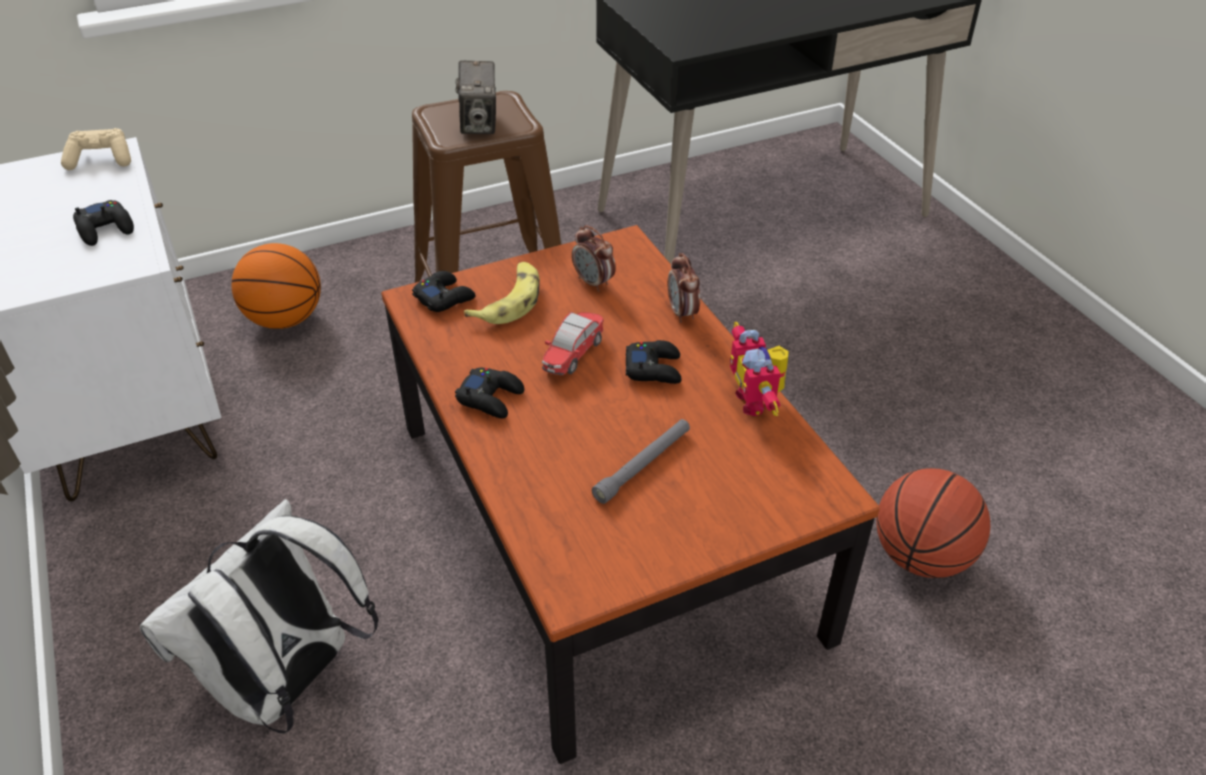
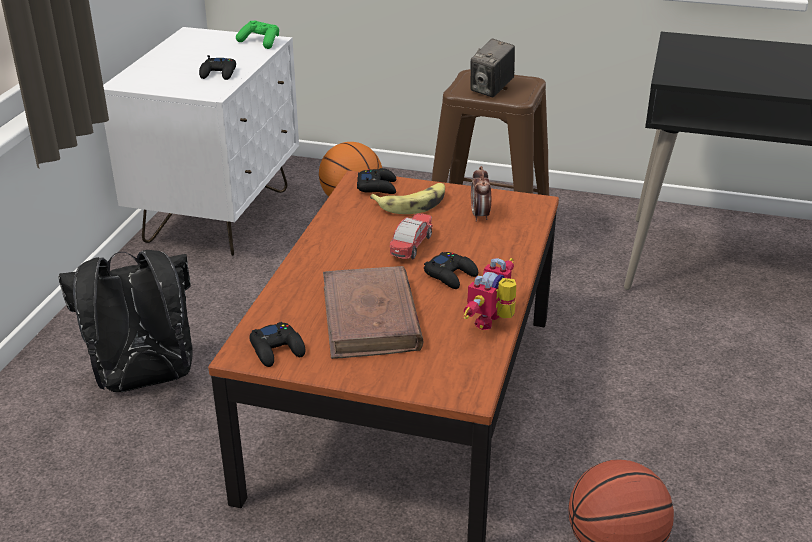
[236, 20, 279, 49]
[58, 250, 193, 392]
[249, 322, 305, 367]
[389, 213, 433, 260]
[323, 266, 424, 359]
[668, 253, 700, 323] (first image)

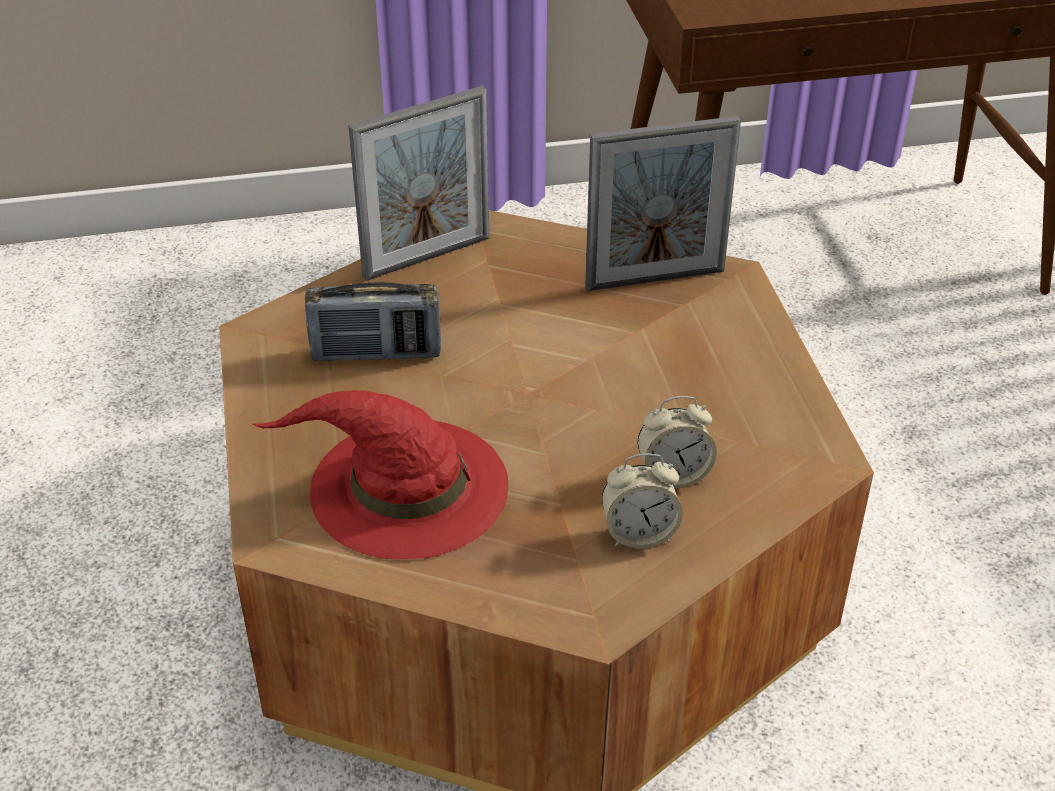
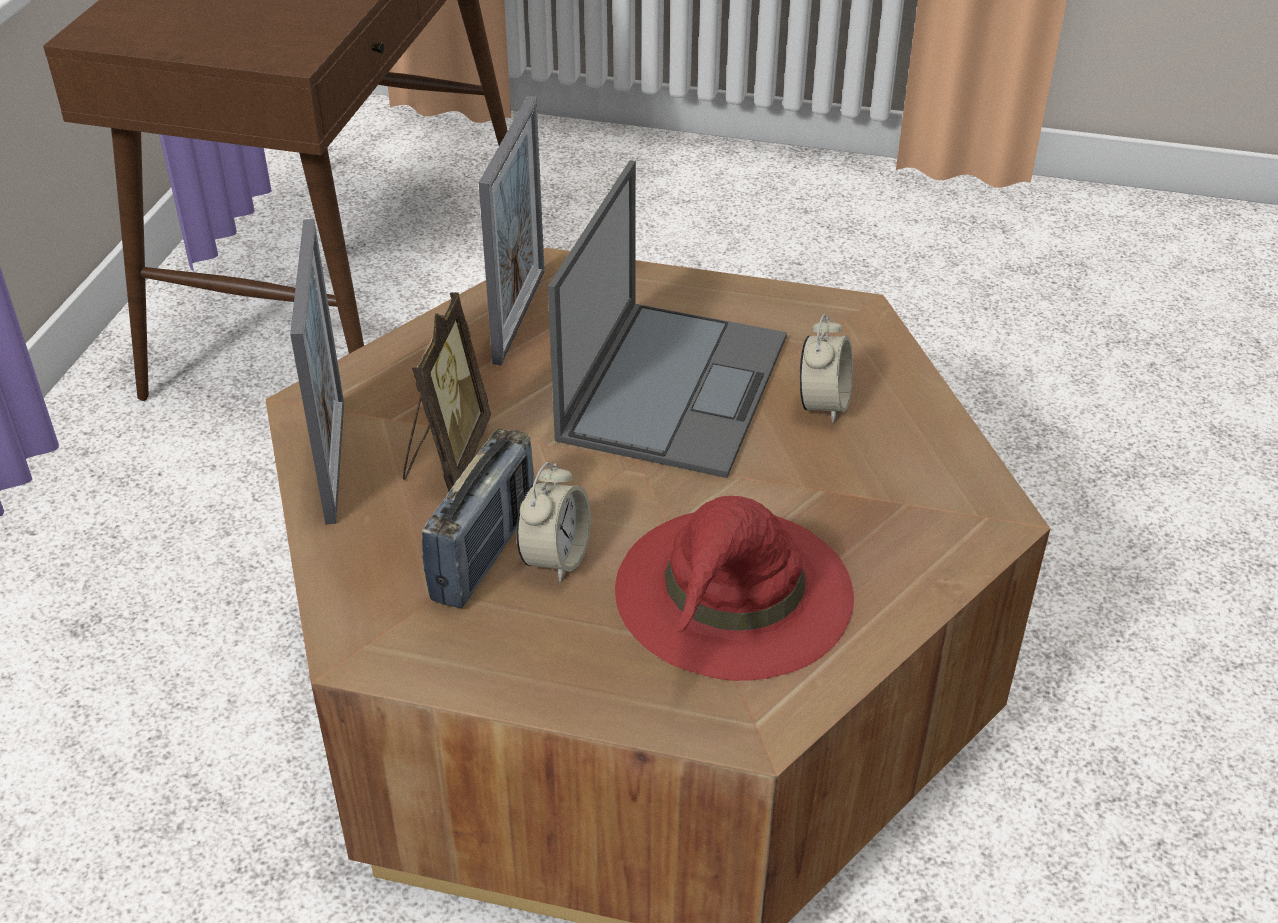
[516, 462, 591, 582]
[402, 292, 491, 491]
[548, 160, 787, 478]

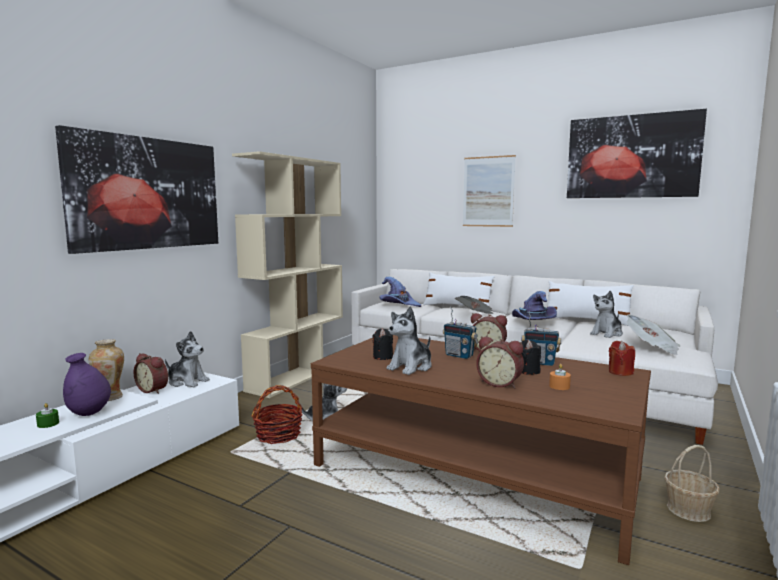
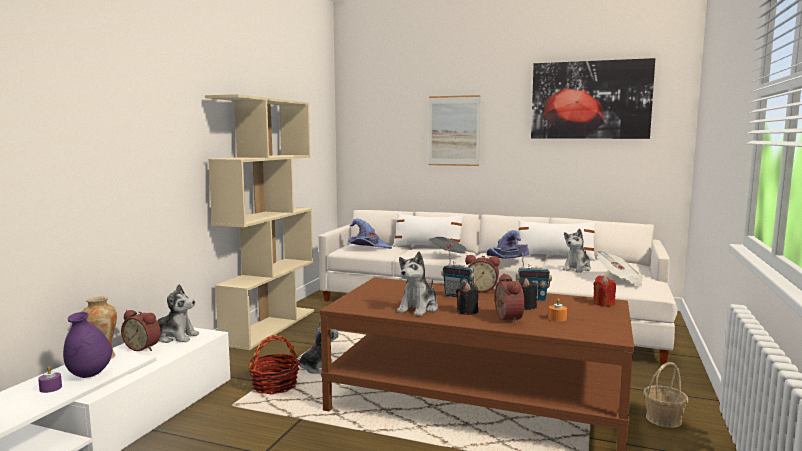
[38, 366, 62, 393]
[55, 125, 218, 254] (first image)
[456, 282, 479, 315]
[495, 274, 524, 324]

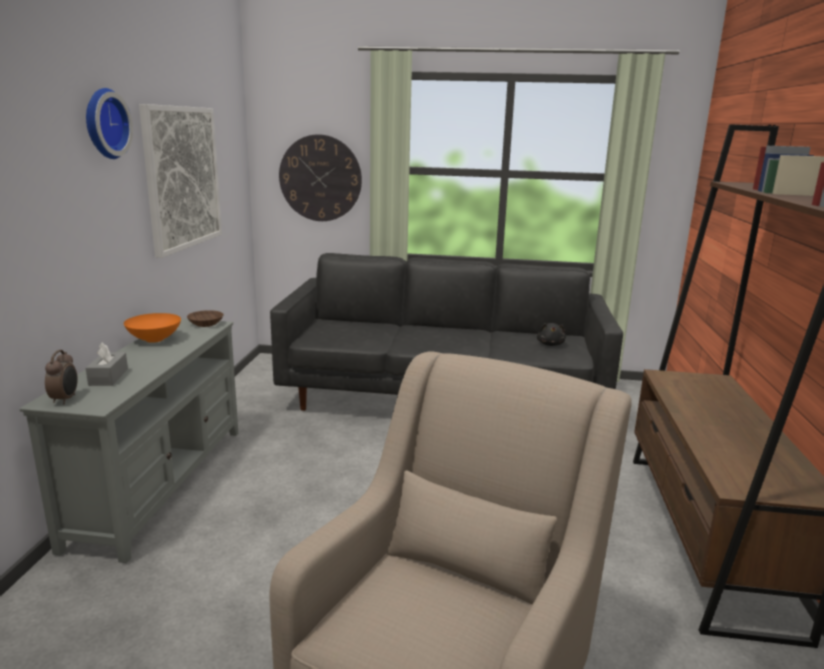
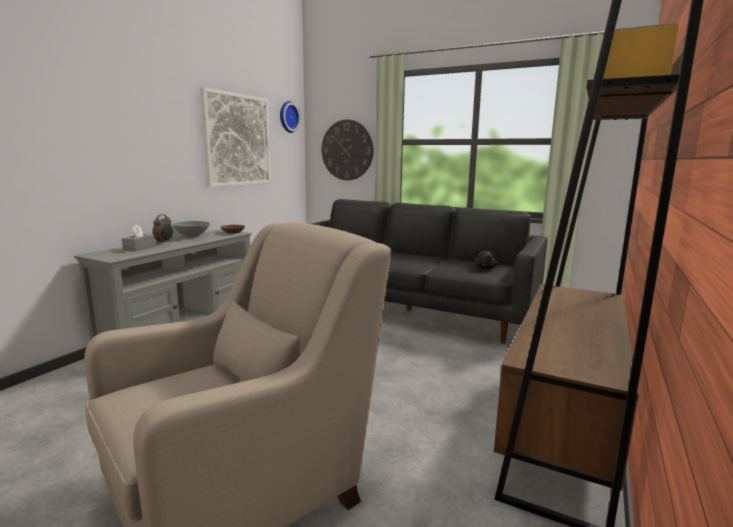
[152, 214, 173, 244]
[280, 101, 301, 133]
[172, 221, 210, 237]

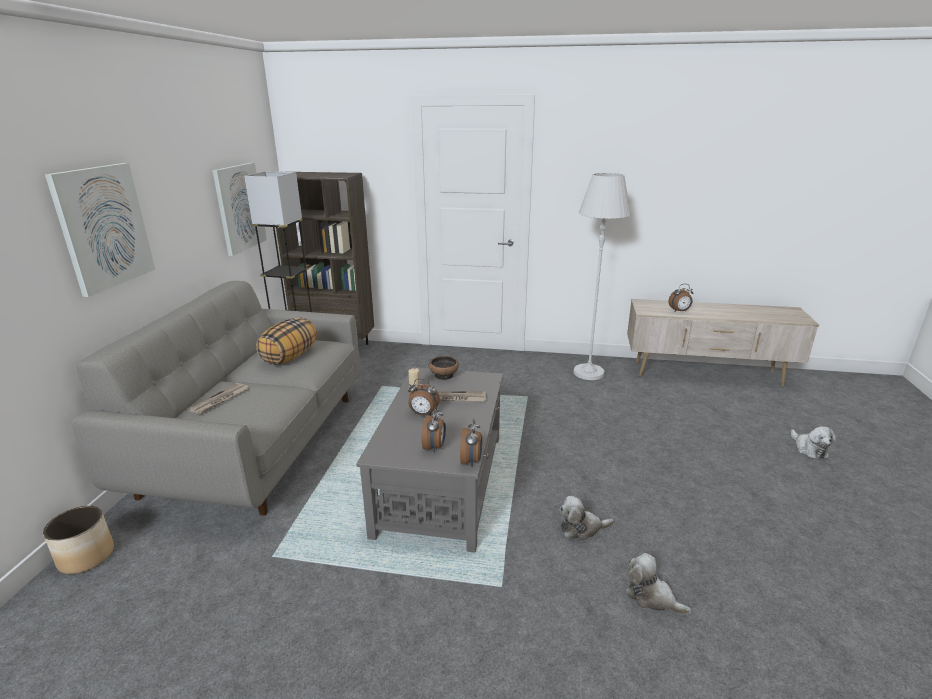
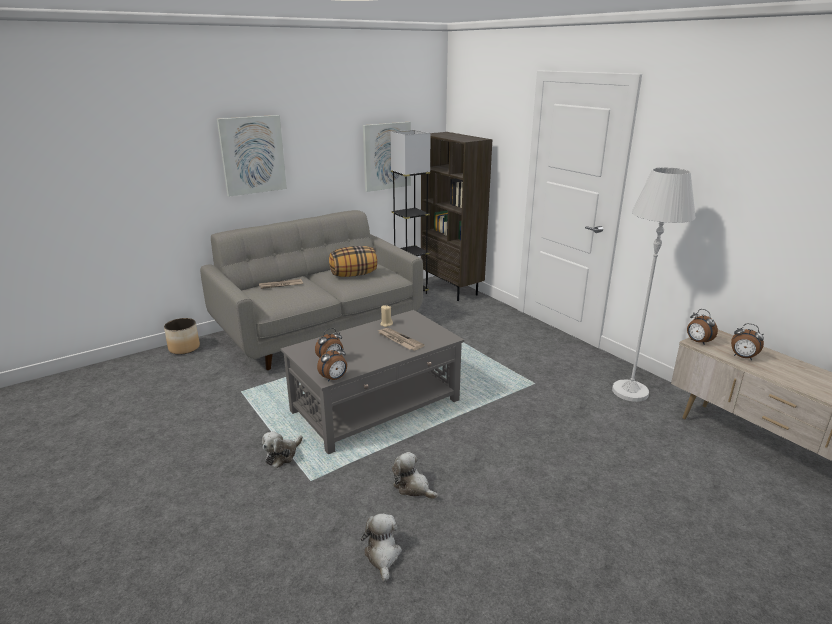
[687, 309, 718, 344]
[429, 356, 459, 380] (first image)
[262, 432, 303, 468]

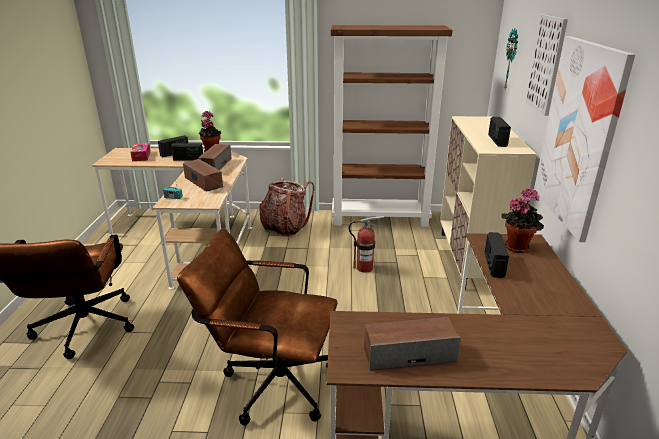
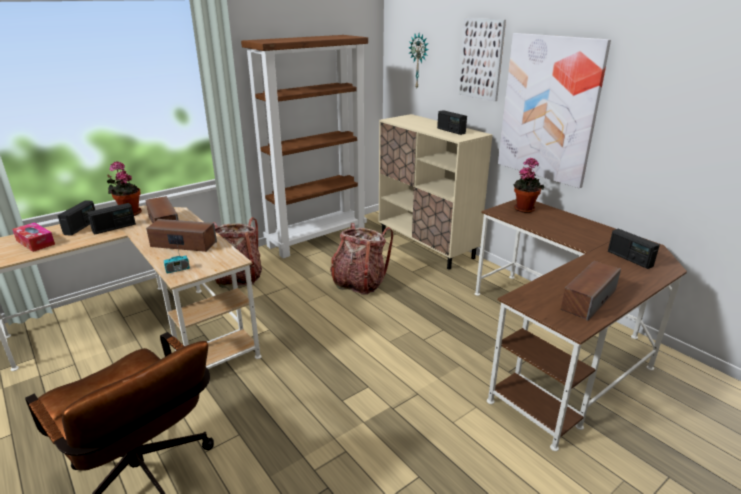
[177, 228, 337, 425] (first image)
[330, 223, 393, 295]
[608, 229, 660, 269]

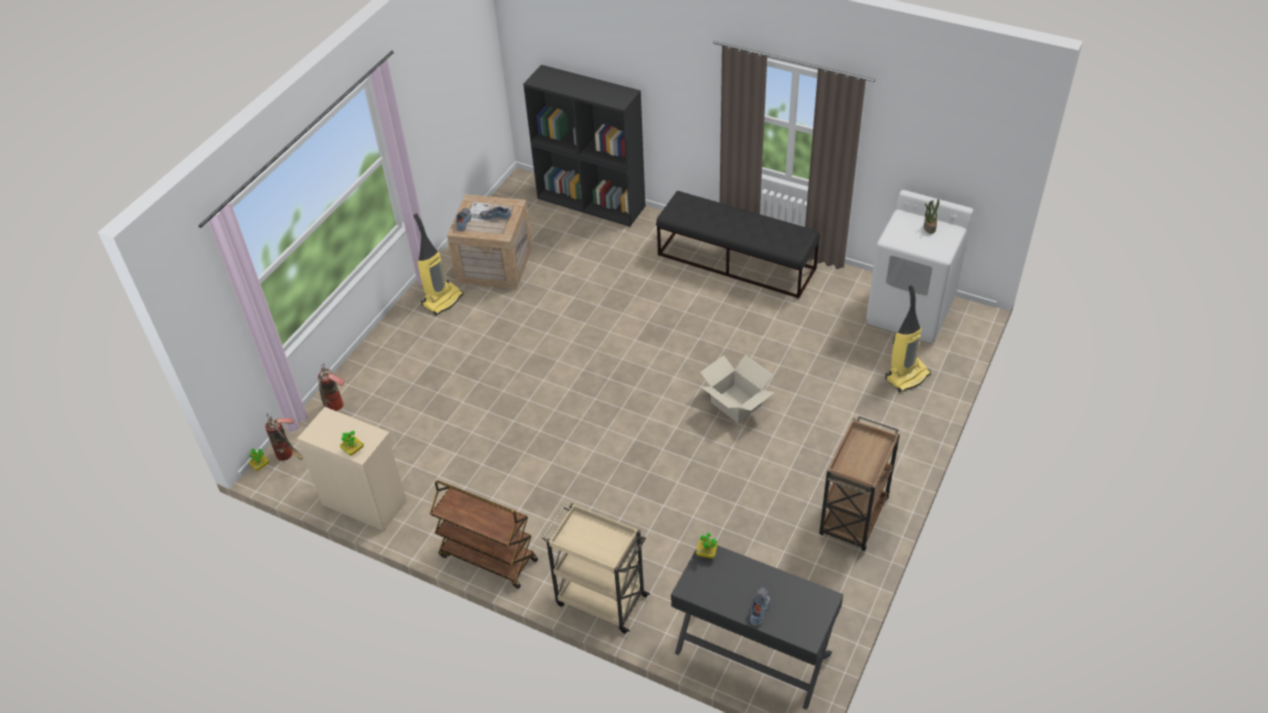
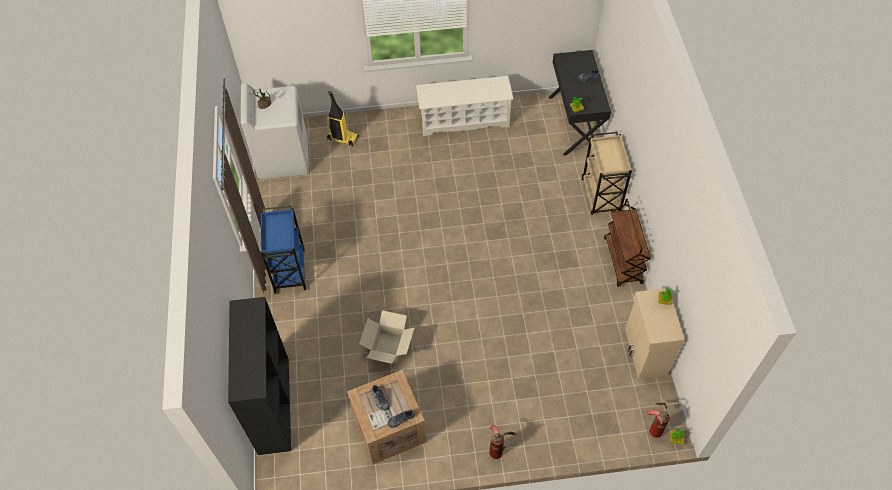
[489, 425, 517, 459]
[413, 213, 464, 315] (first image)
[260, 205, 306, 294]
[359, 310, 414, 364]
[416, 76, 514, 136]

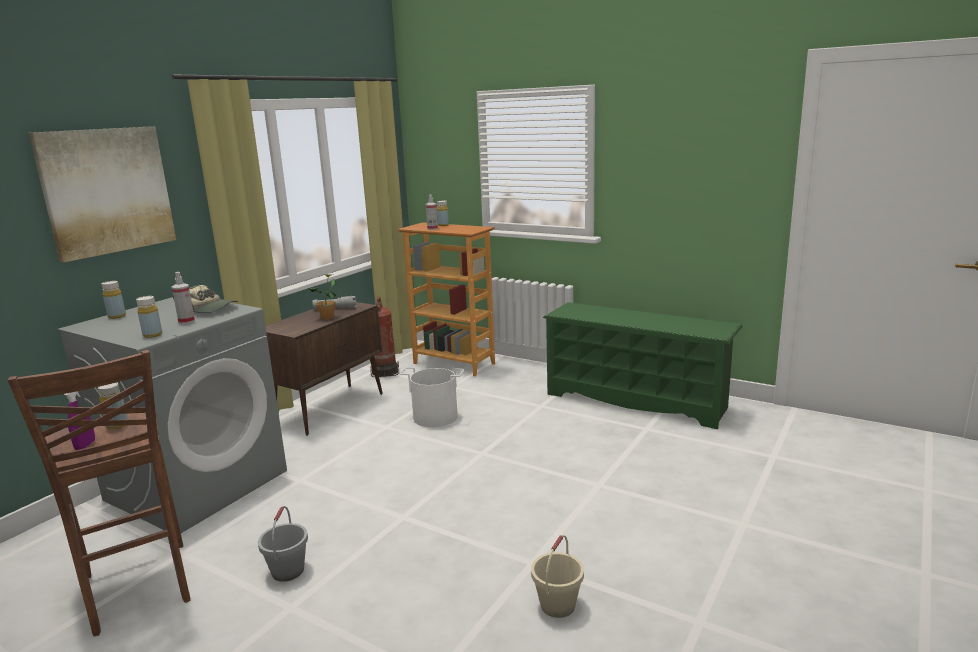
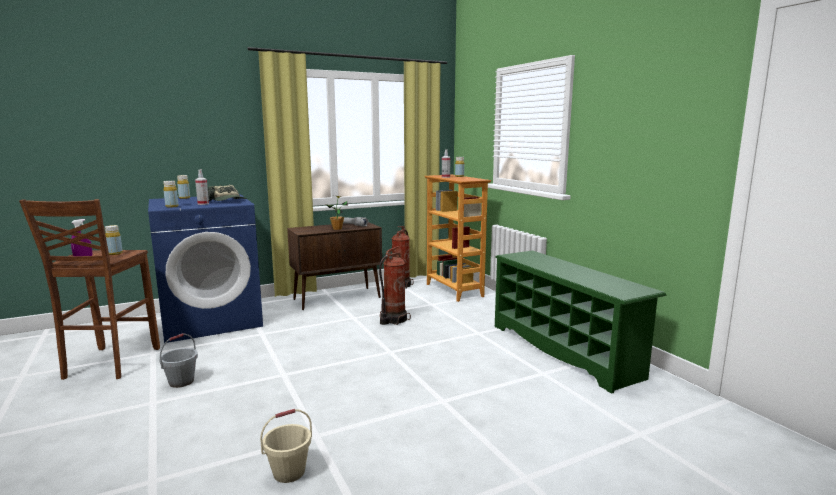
[29, 126, 176, 262] (first image)
[148, 194, 263, 343]
[379, 246, 411, 325]

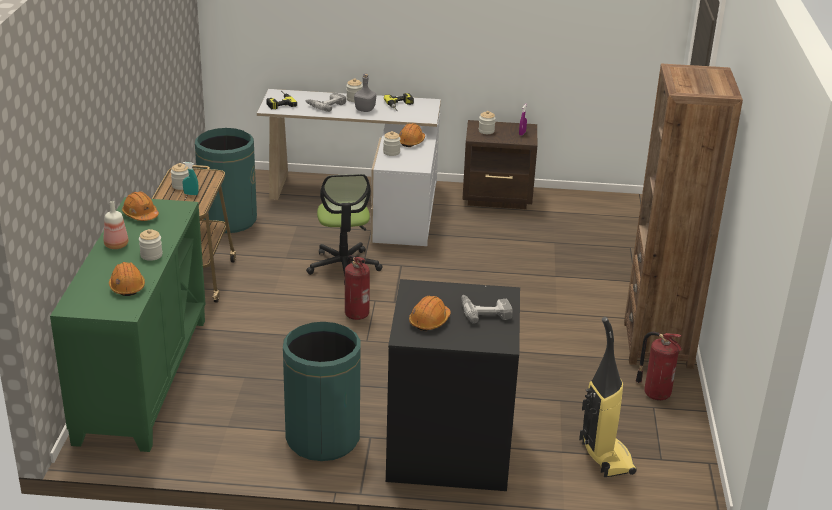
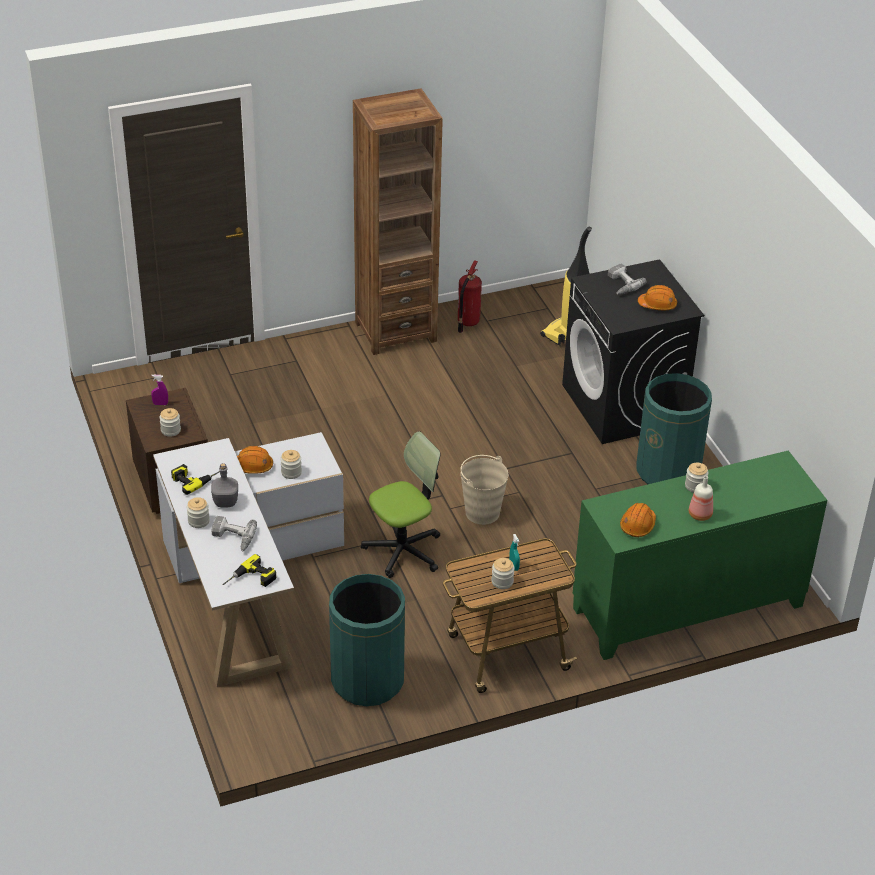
[109, 262, 145, 296] (first image)
[460, 455, 508, 525]

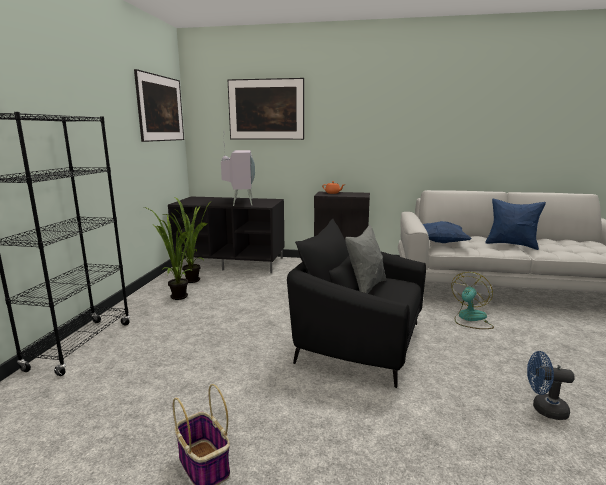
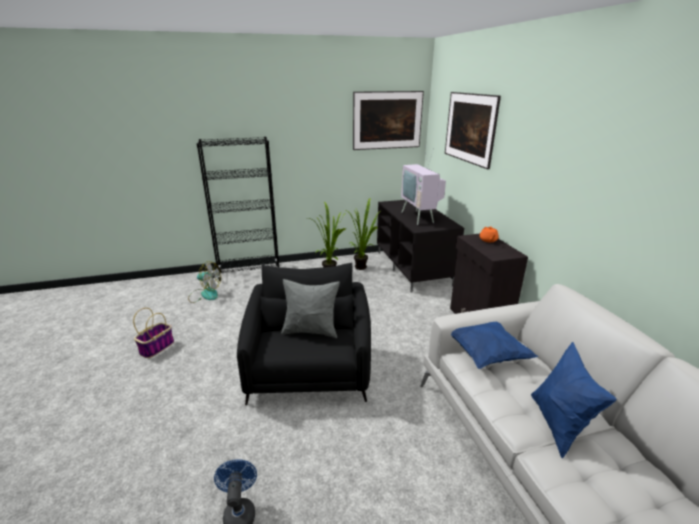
[401, 148, 446, 225]
[188, 261, 221, 303]

